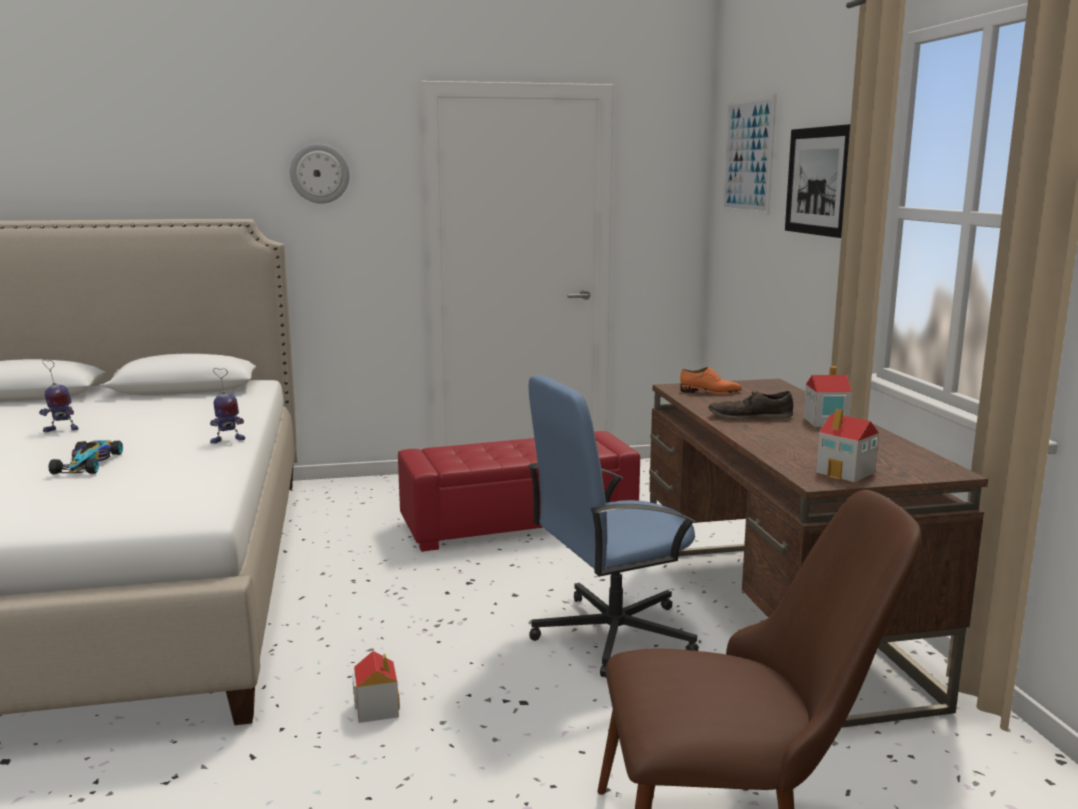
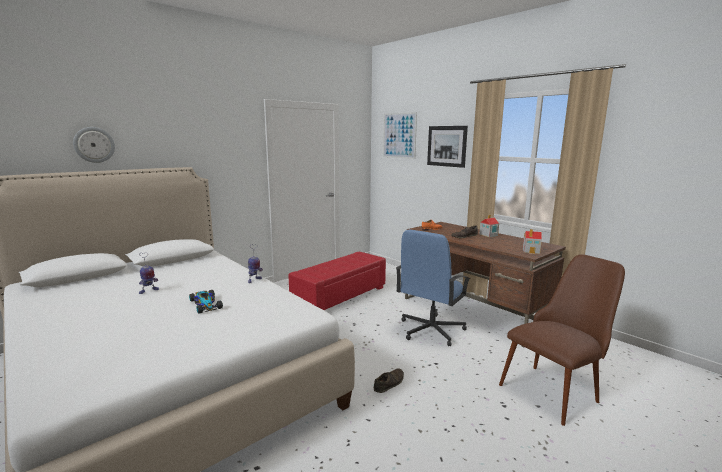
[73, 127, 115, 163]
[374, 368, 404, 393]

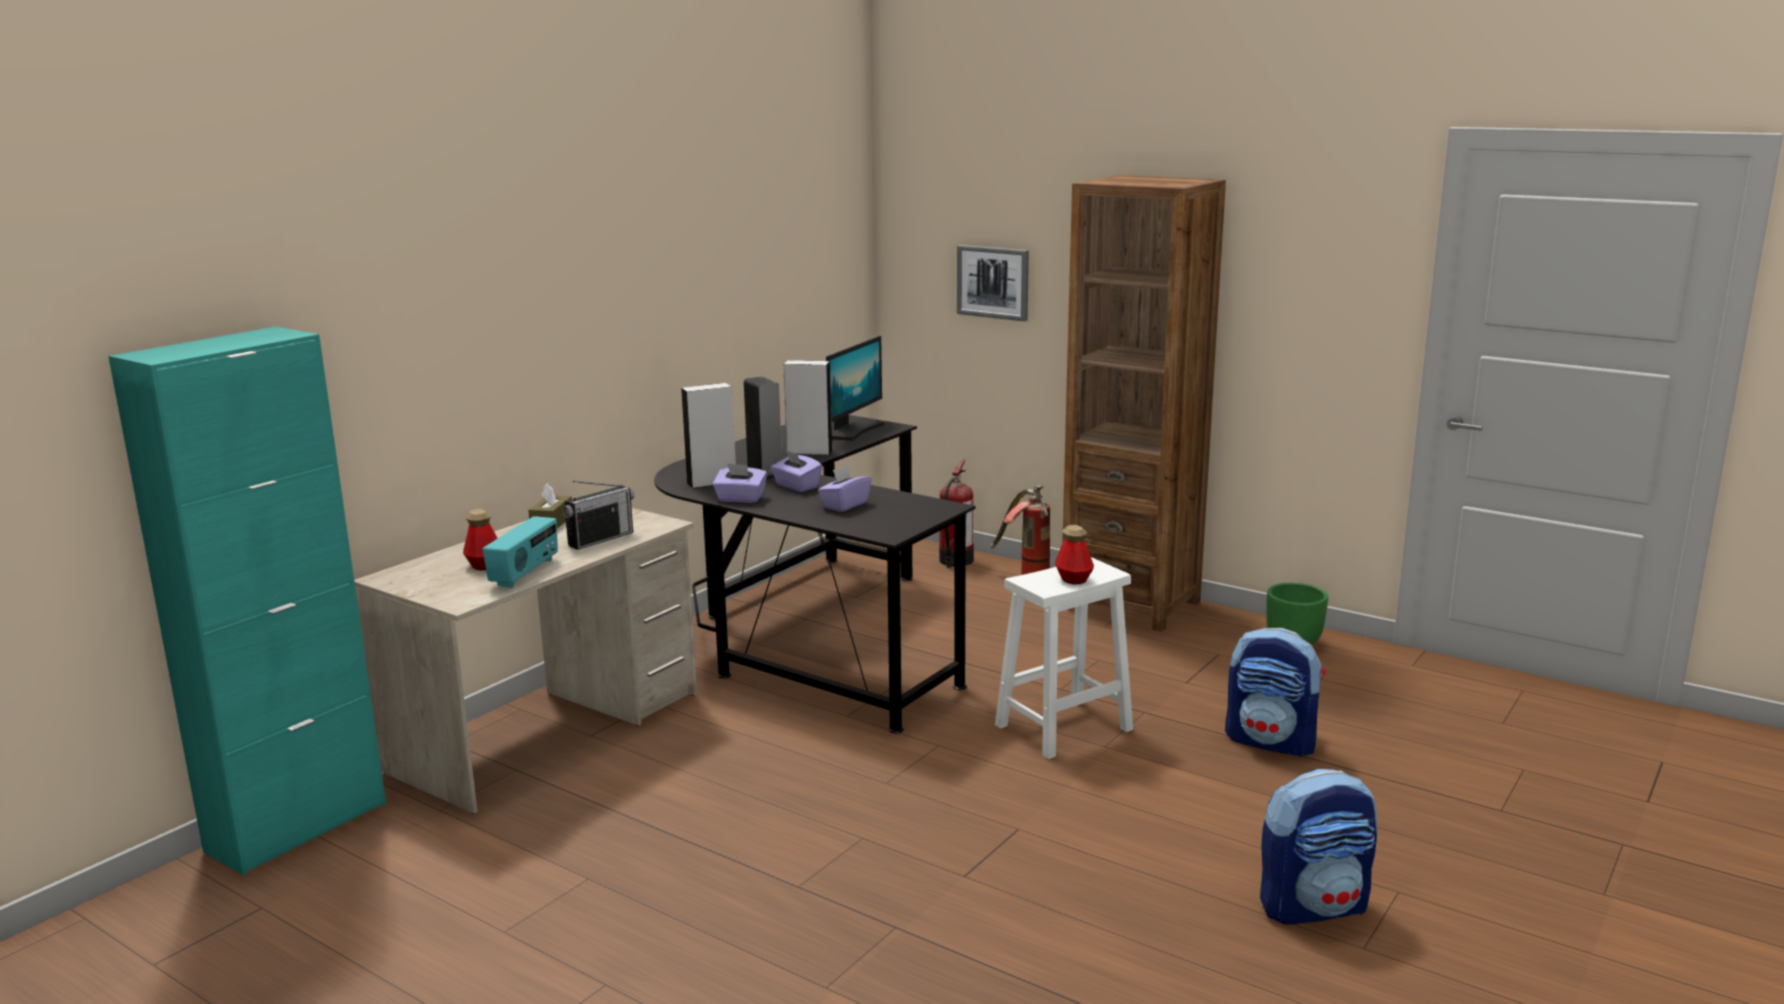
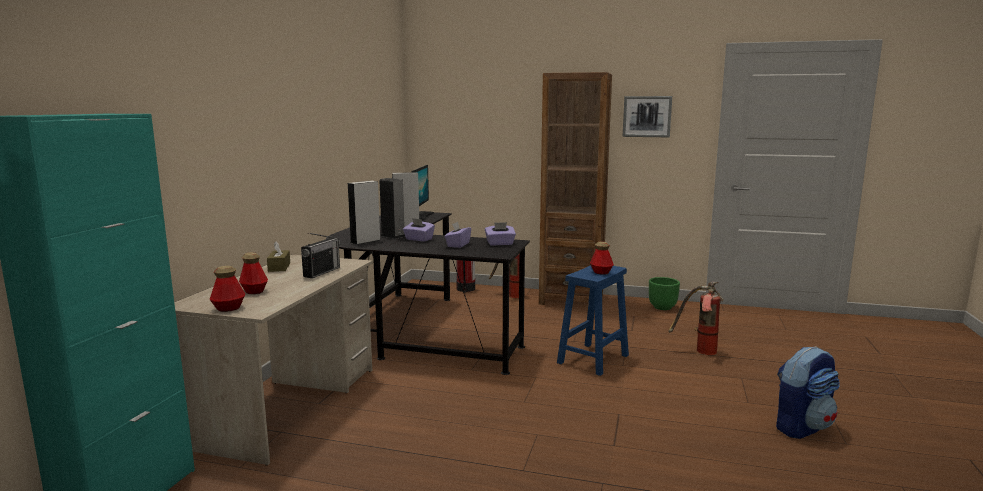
[482, 516, 558, 588] (first image)
[485, 222, 516, 246]
[623, 96, 672, 137]
[557, 265, 629, 376]
[668, 282, 724, 355]
[209, 266, 245, 312]

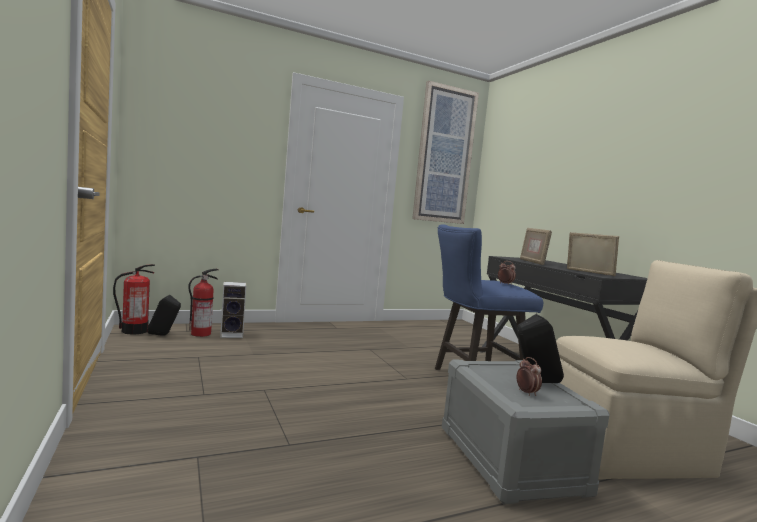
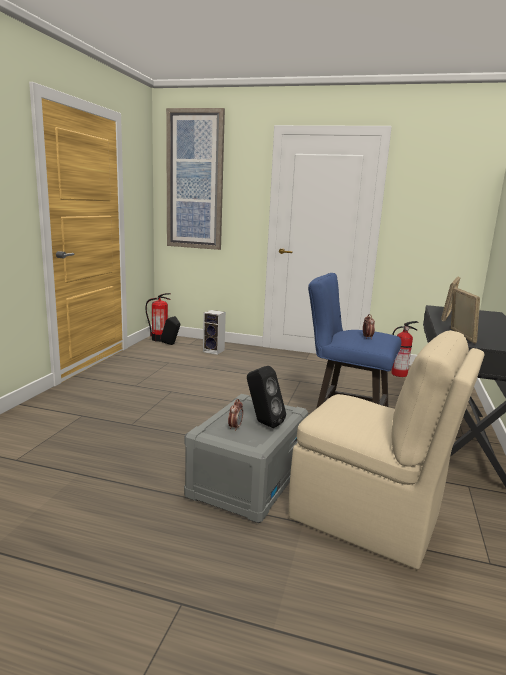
[391, 321, 419, 377]
[166, 108, 225, 250]

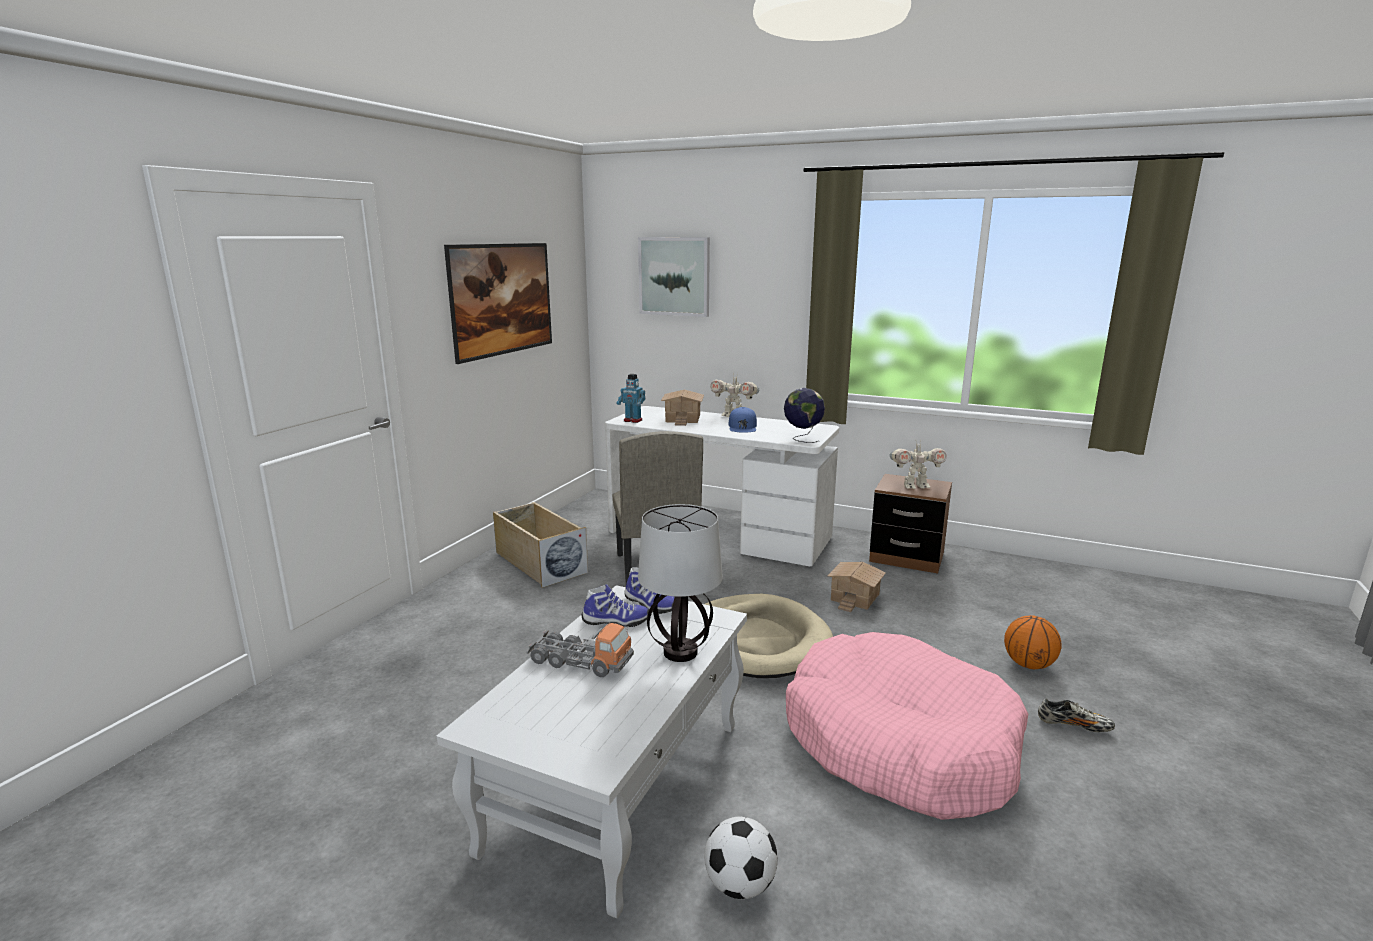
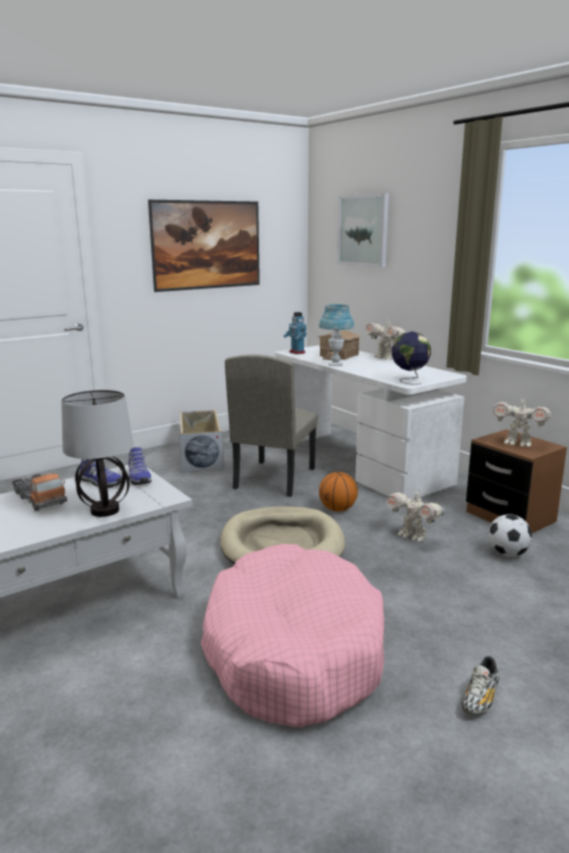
[488, 514, 532, 557]
[728, 407, 757, 433] (first image)
[386, 490, 445, 542]
[319, 472, 358, 512]
[461, 656, 500, 714]
[319, 304, 354, 366]

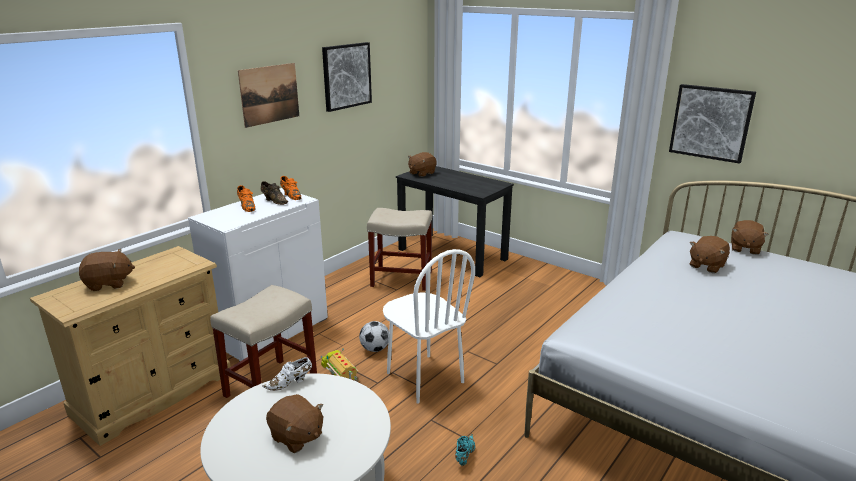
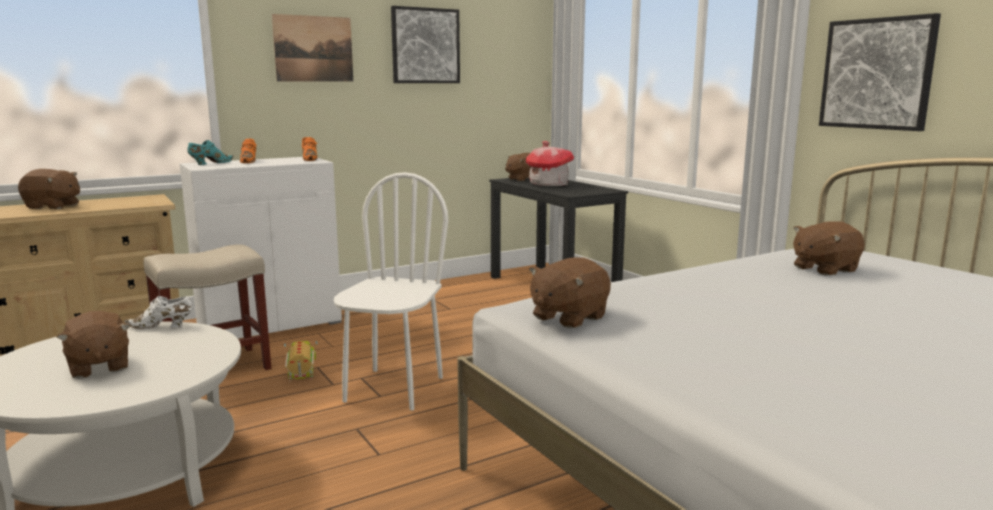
[261, 181, 288, 205] (first image)
[359, 321, 389, 352] (first image)
[367, 208, 432, 291] (first image)
[334, 172, 448, 411]
[188, 140, 234, 165]
[529, 257, 611, 328]
[526, 141, 574, 186]

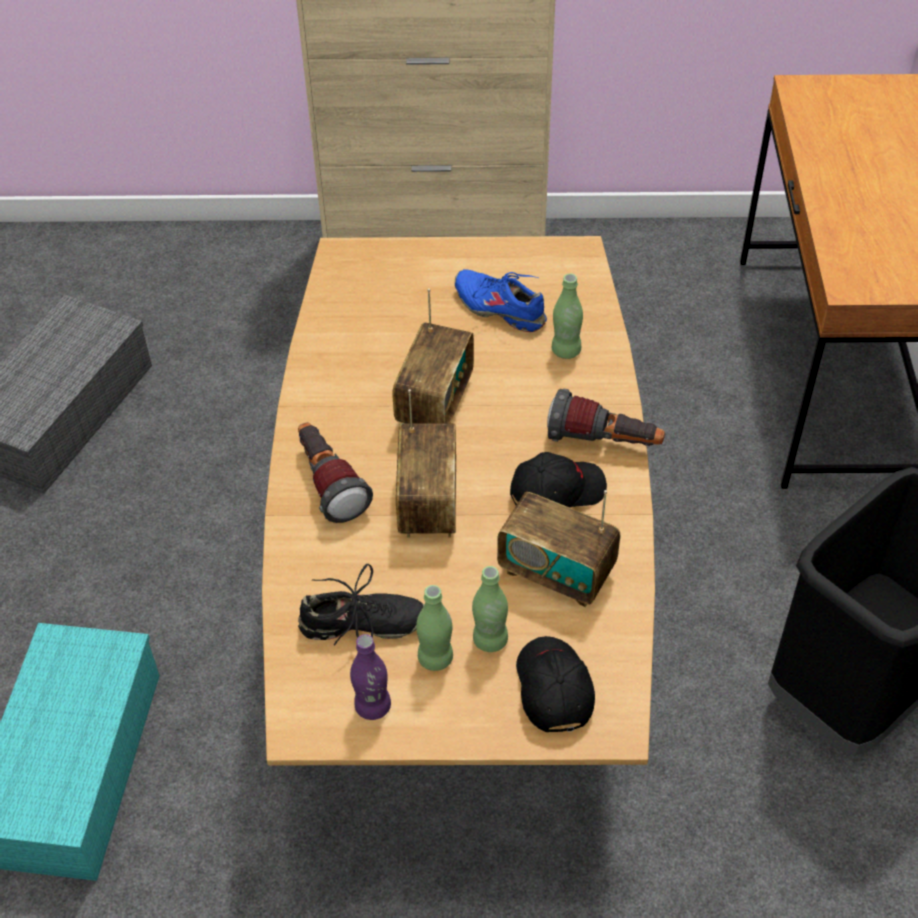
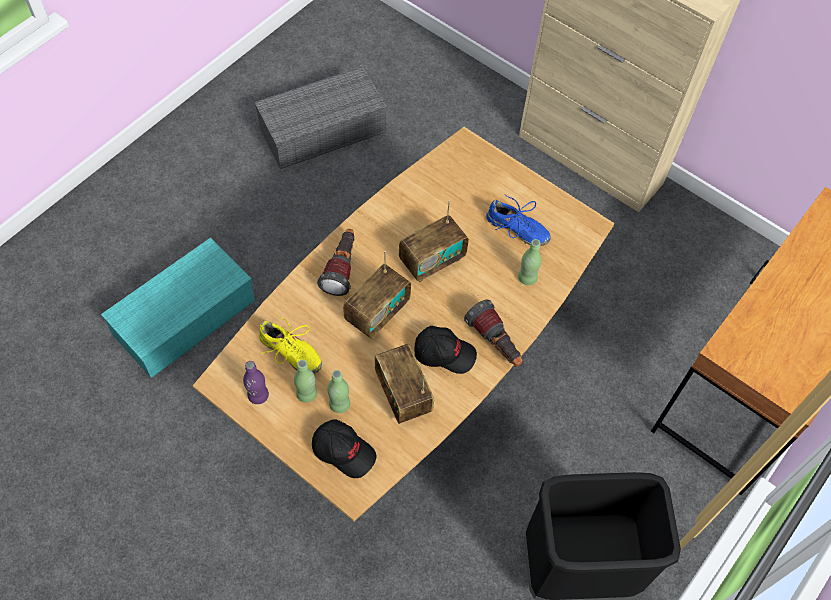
[259, 314, 322, 374]
[486, 194, 551, 246]
[312, 419, 376, 478]

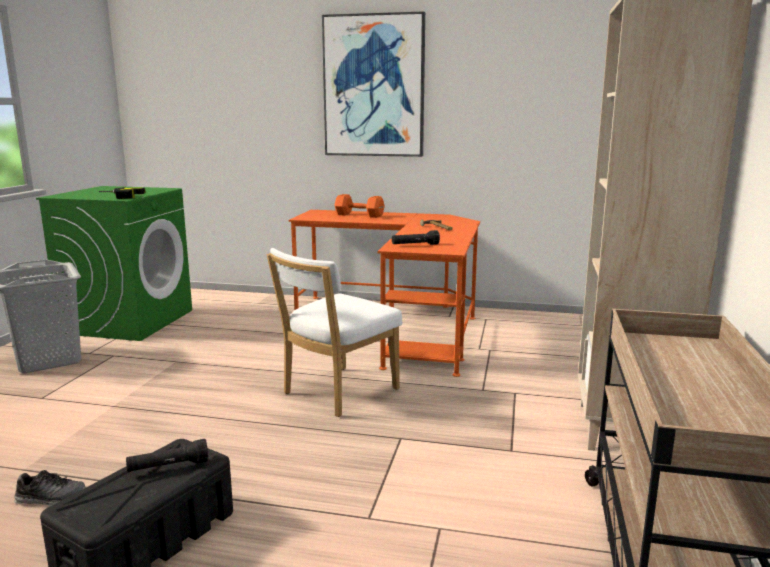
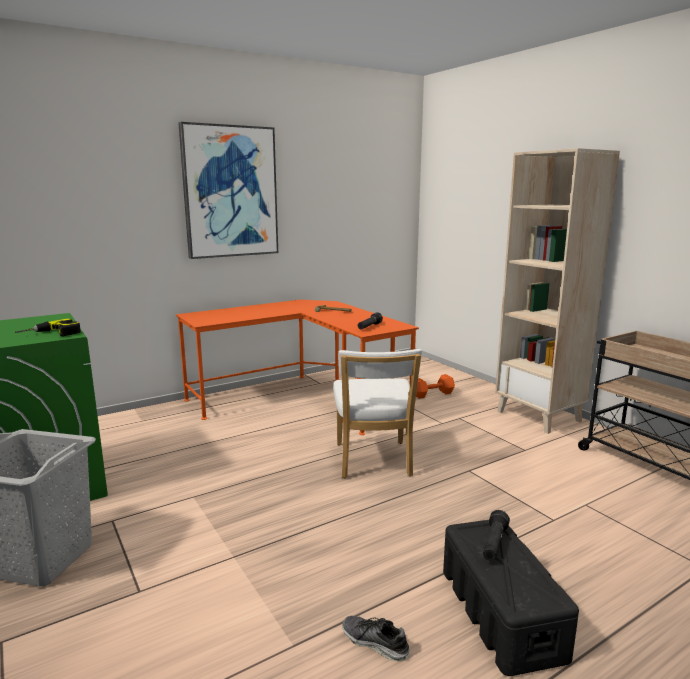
[342, 616, 410, 661]
[416, 374, 455, 399]

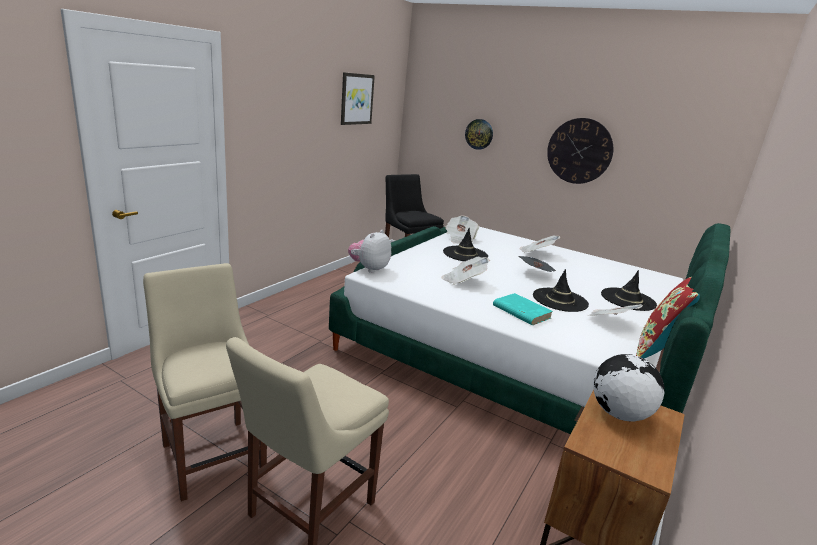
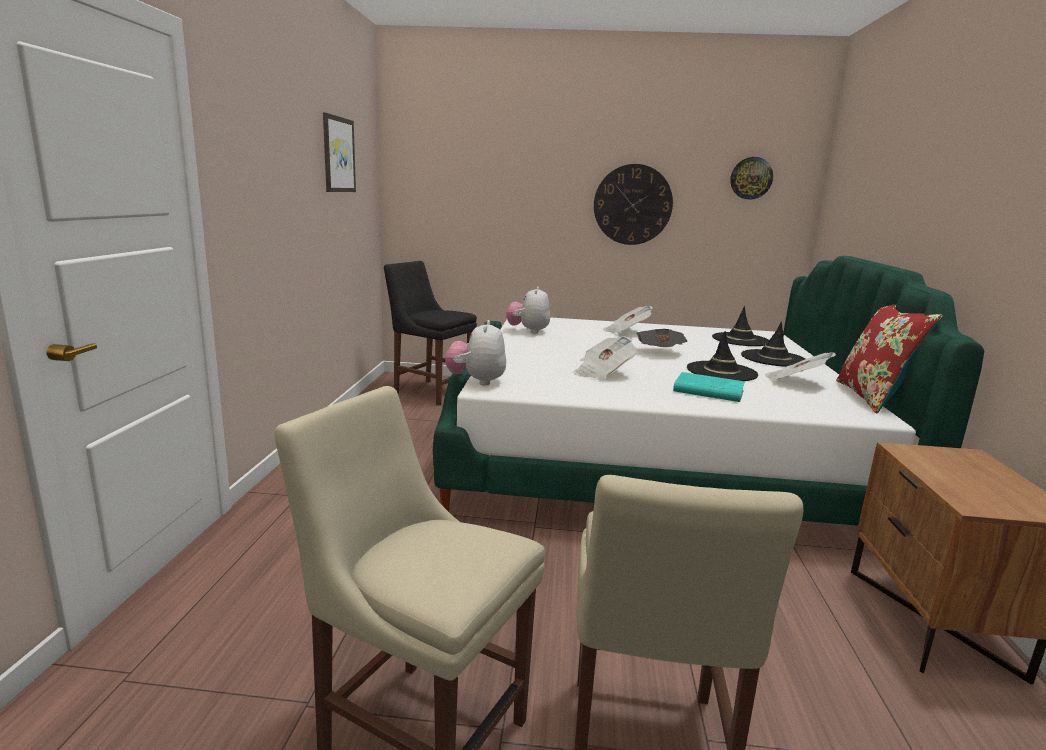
[712, 306, 769, 346]
[506, 286, 550, 334]
[730, 157, 773, 199]
[593, 354, 665, 422] (first image)

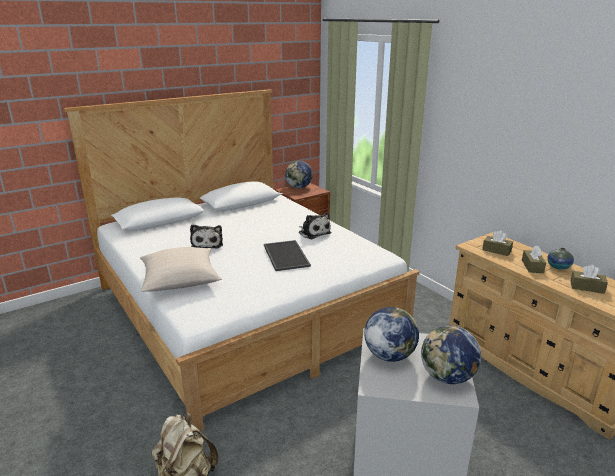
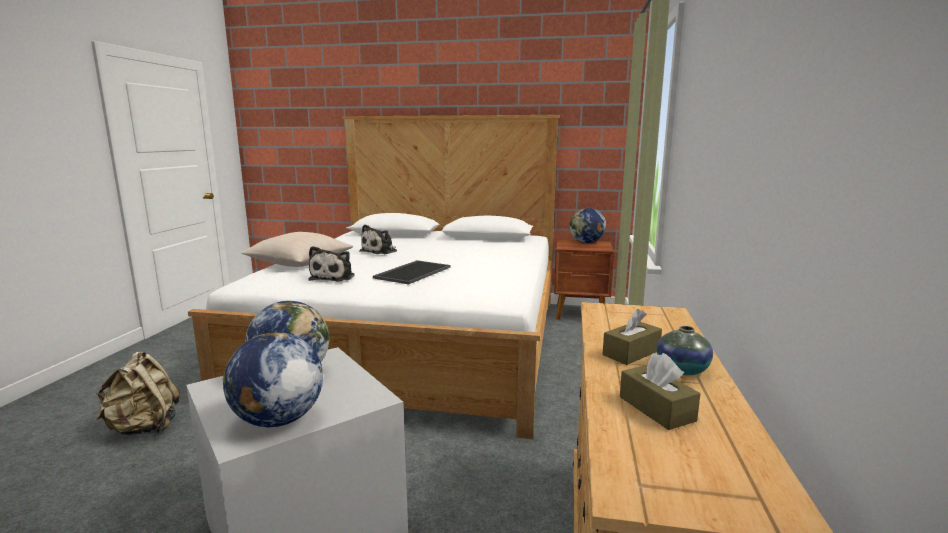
[308, 246, 355, 282]
[482, 231, 513, 256] (first image)

